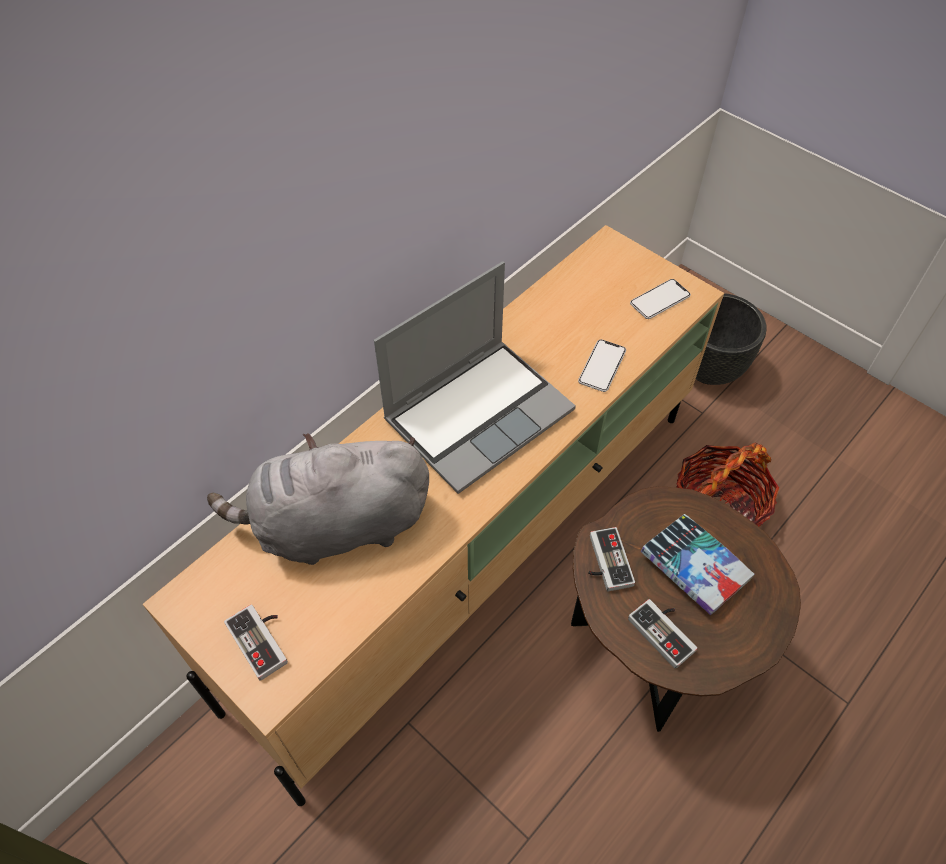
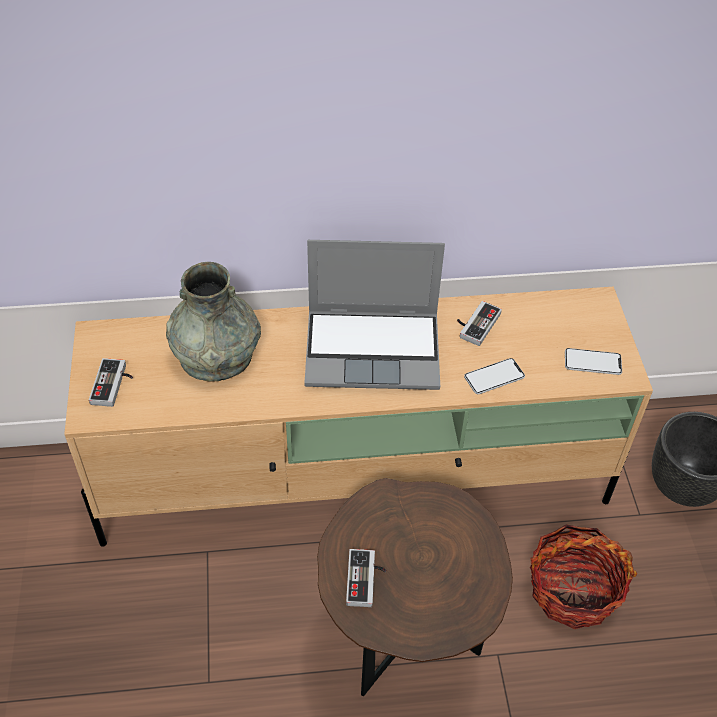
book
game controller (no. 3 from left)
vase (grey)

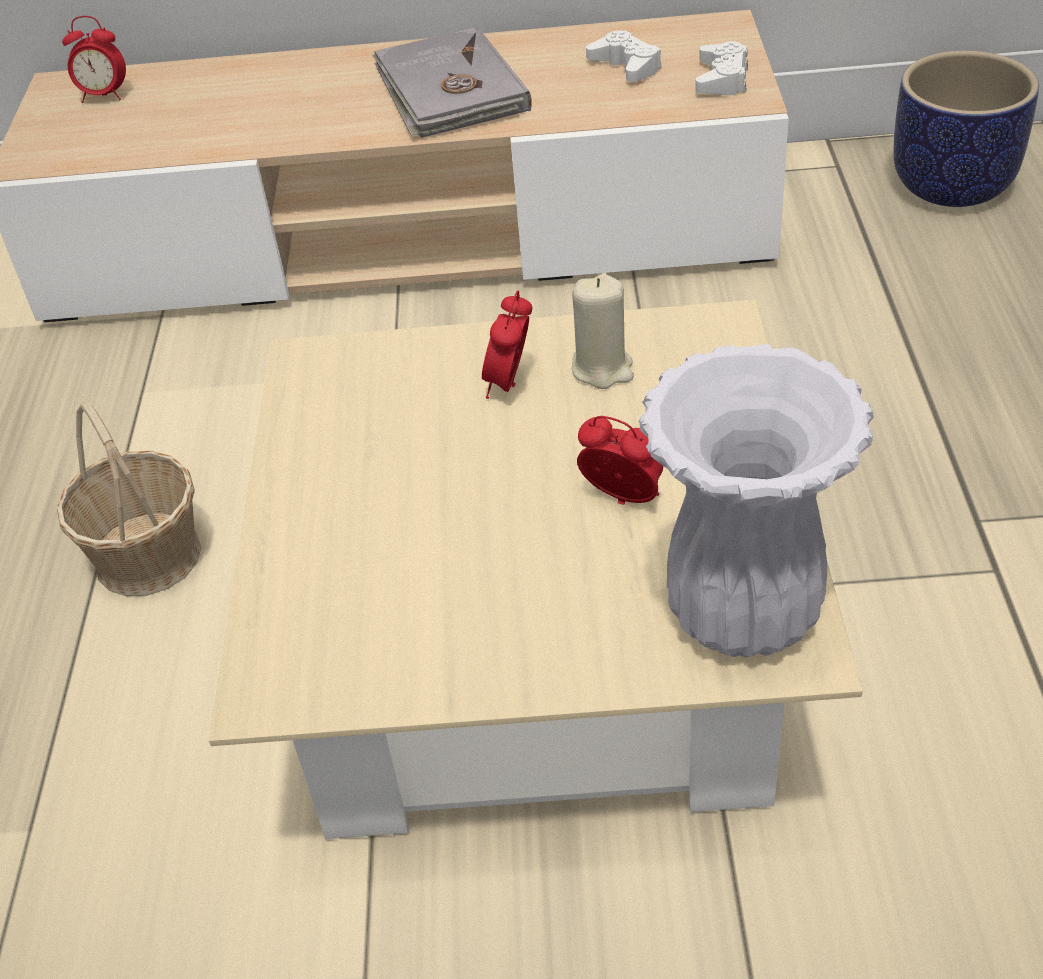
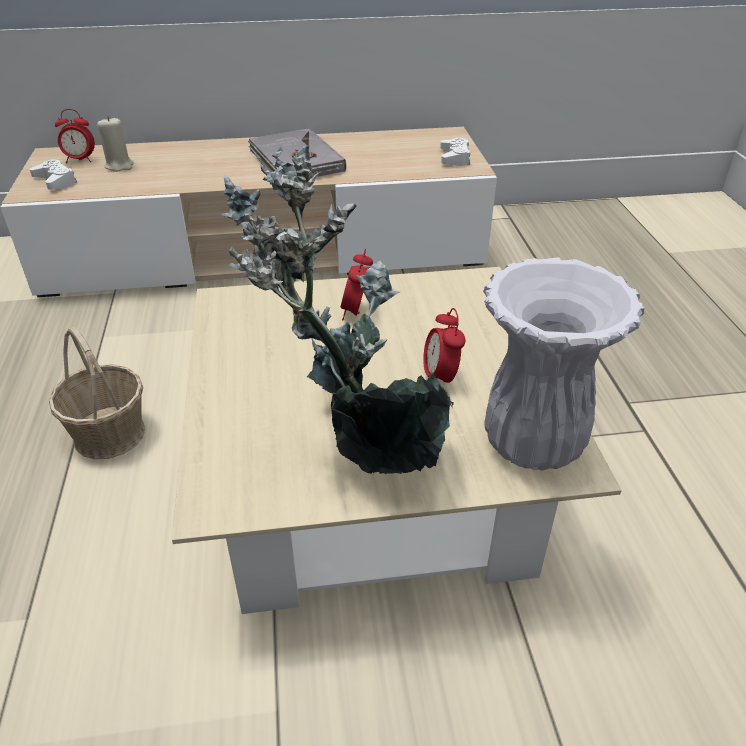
planter
potted plant
candle (beige)
game controller (white) (no. 1 from left)
alarm clock (no. 3 from left)

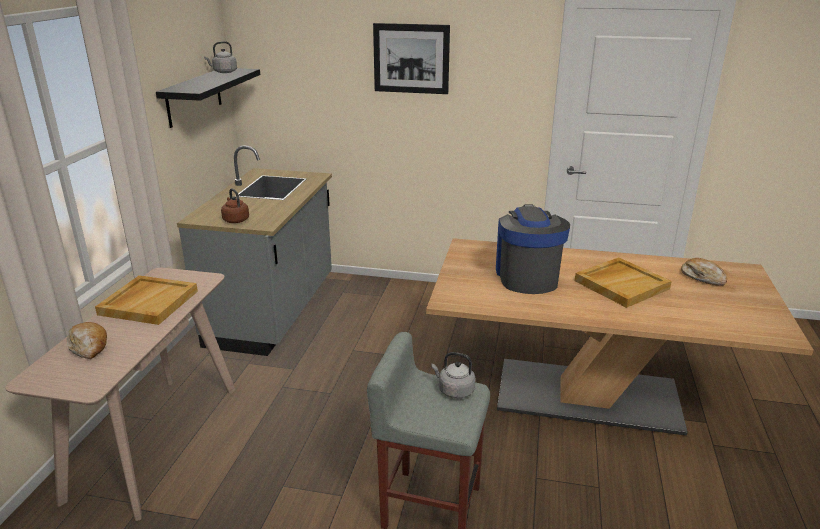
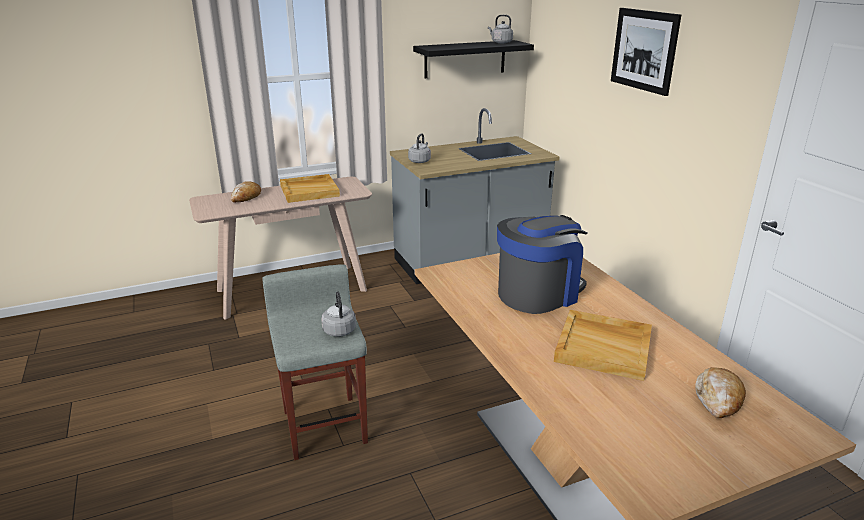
kettle (grey) (no. 2 from left)

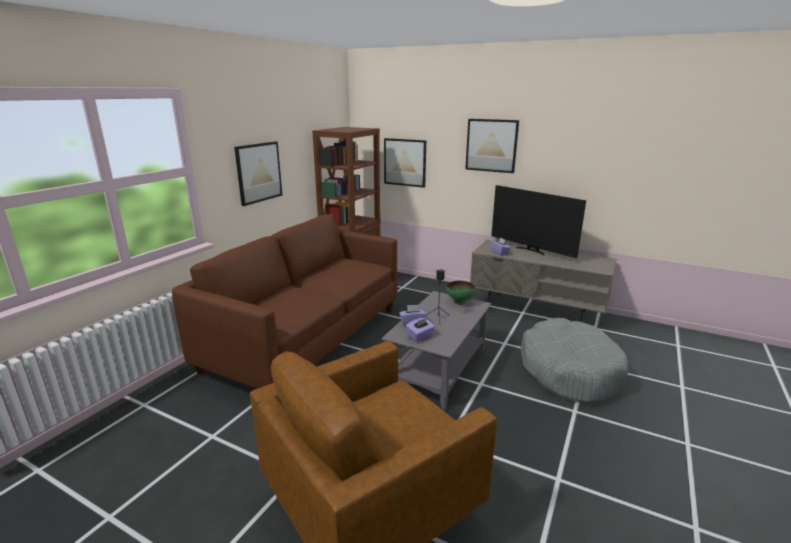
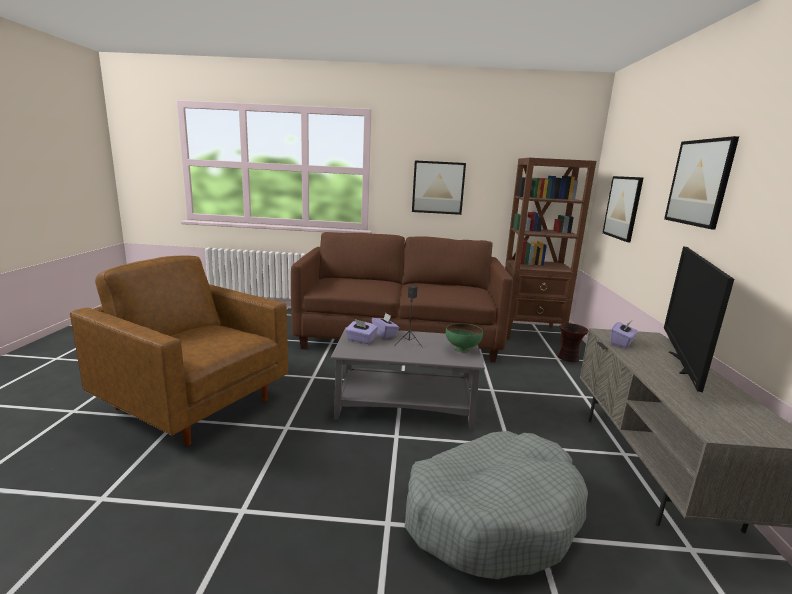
vase

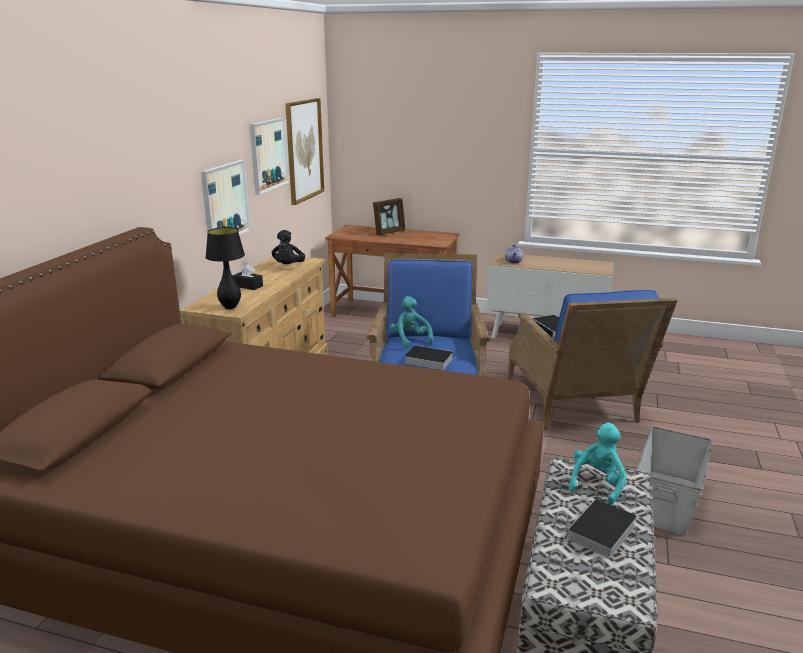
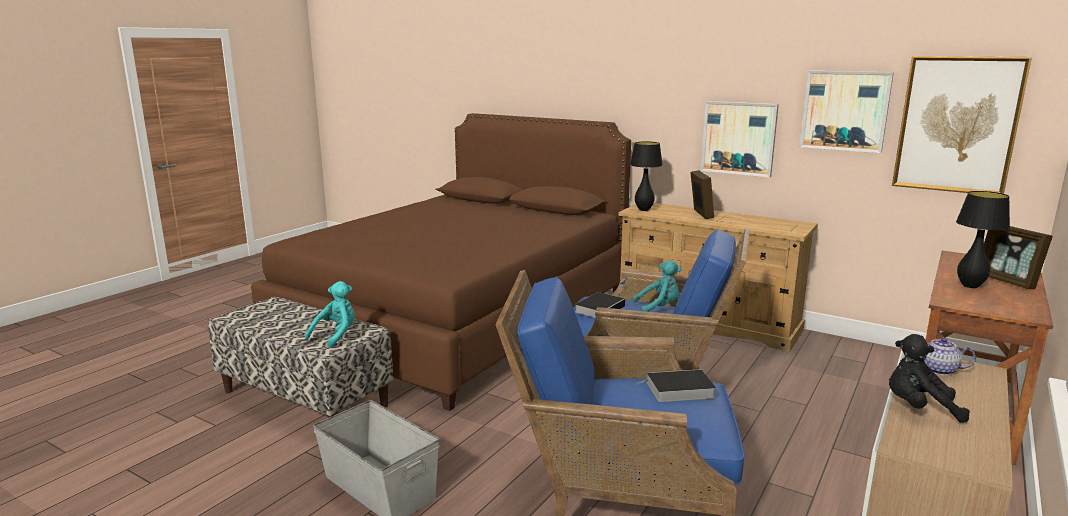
book (no. 3 from left in the first image)
table lamp (black) (no. 2 from left)
plush toy (black)
picture frame (no. 1 from left)
plush toy (turquoise) (no. 1 from left)

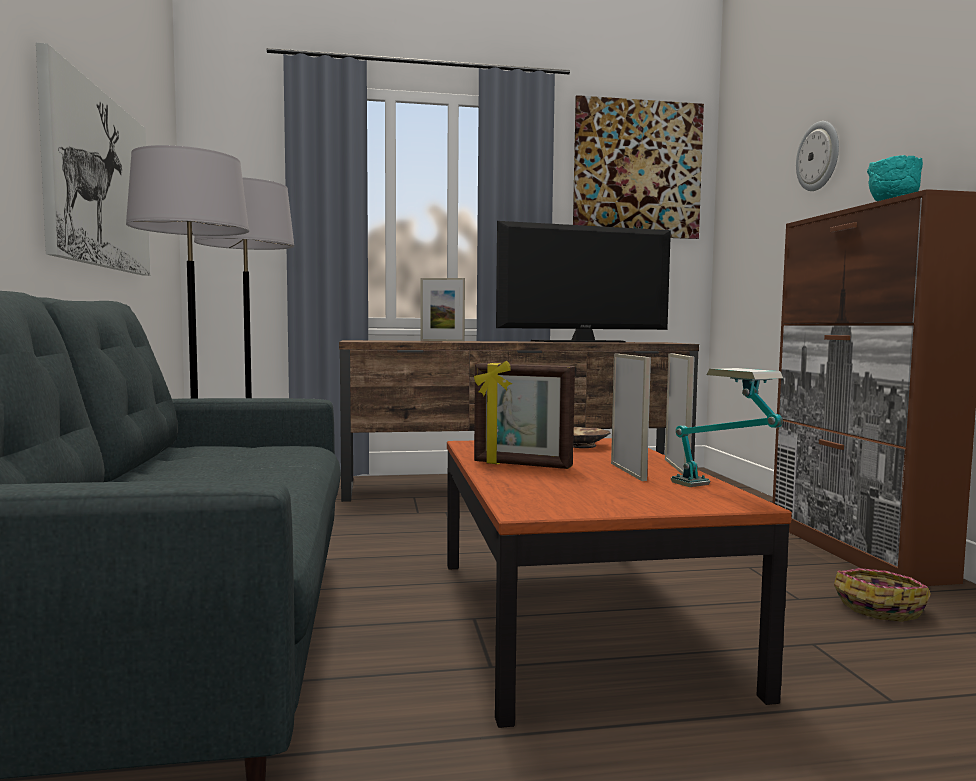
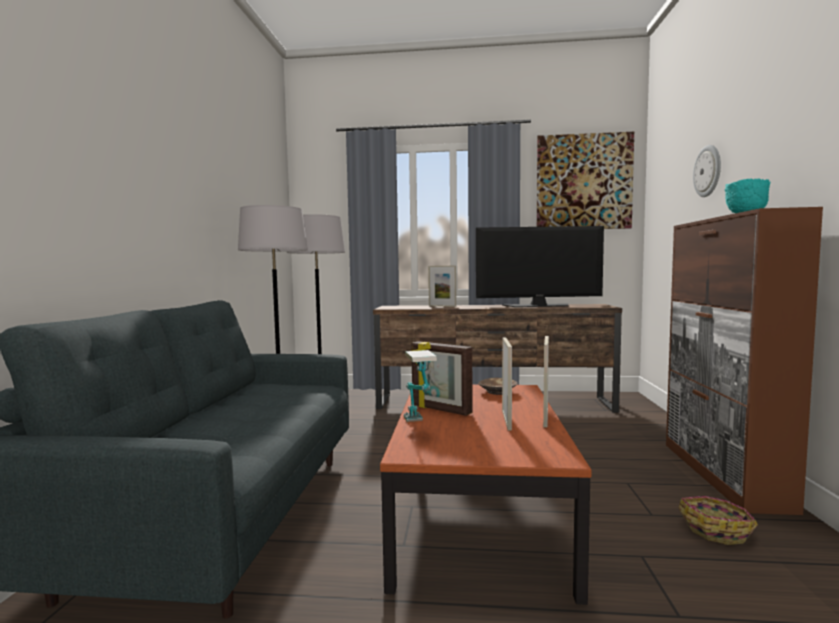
picture (no. 1 from left in the first image)
table lamp

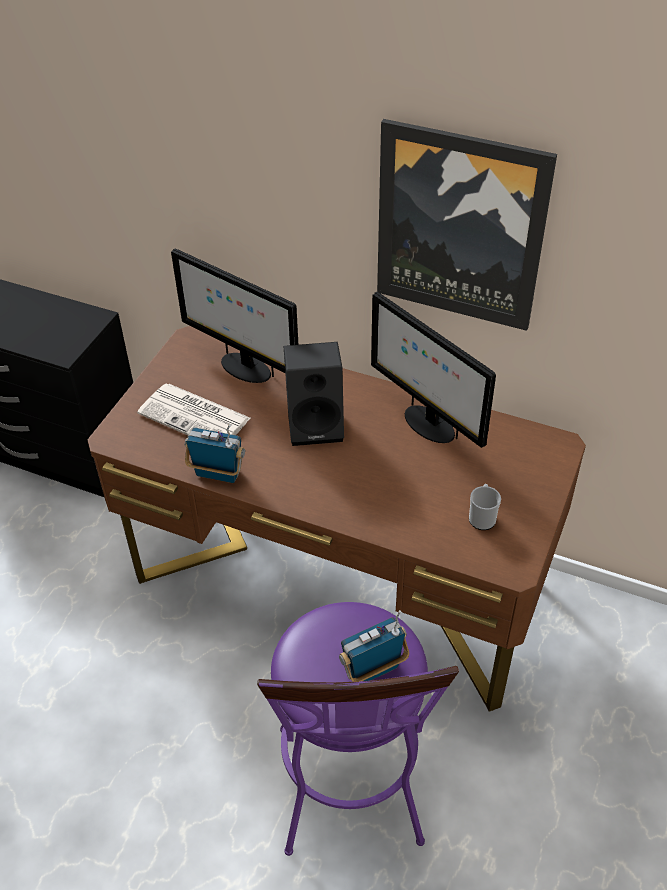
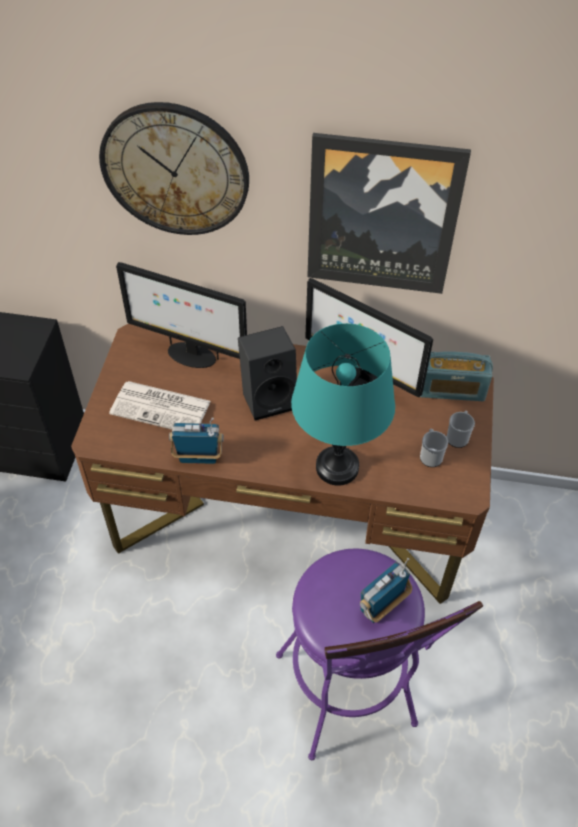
wall clock
table lamp (turquoise)
radio (no. 3 from left)
mug (no. 2 from left)

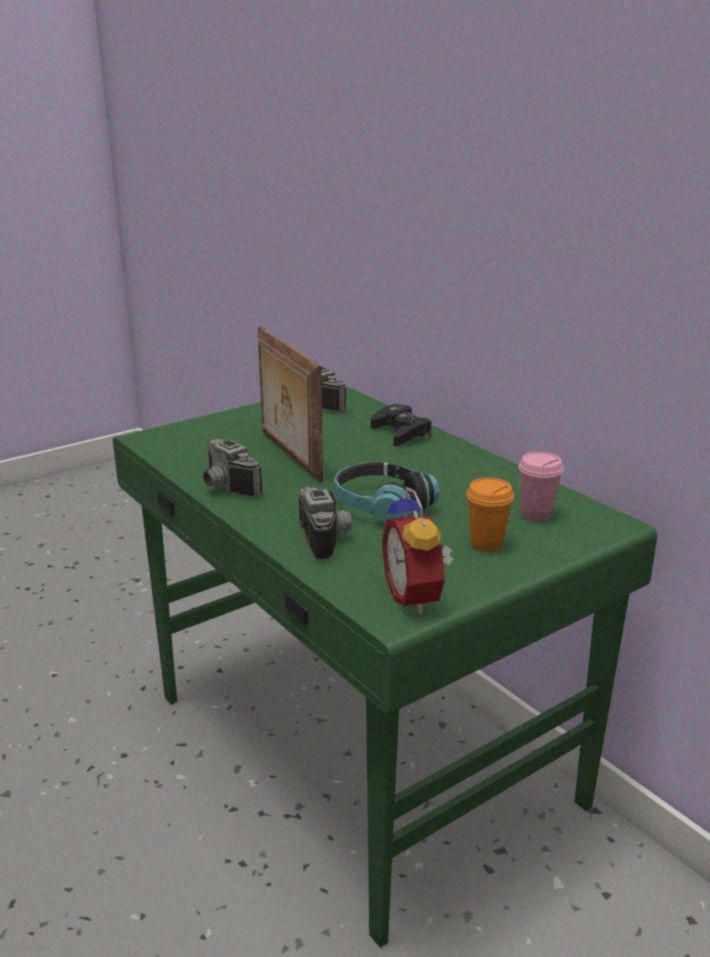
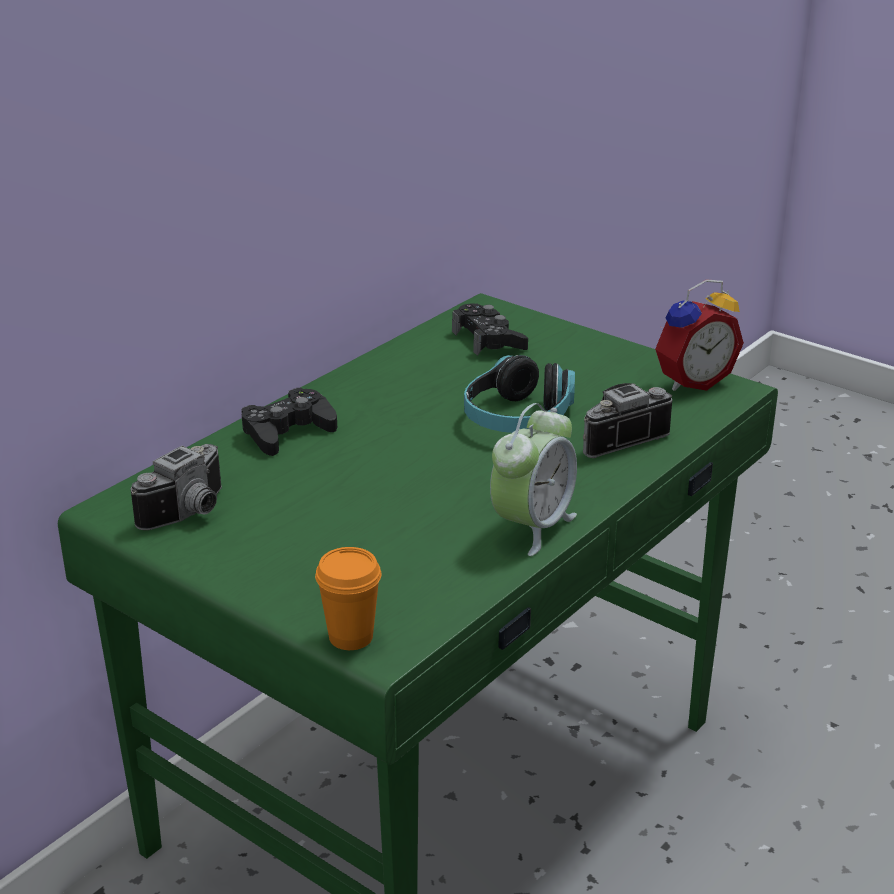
picture frame
cup (orange)
alarm clock (no. 1 from left)
game controller (black) (no. 2 from left)

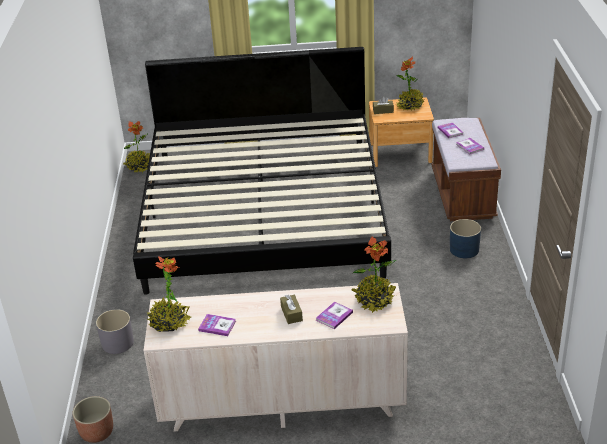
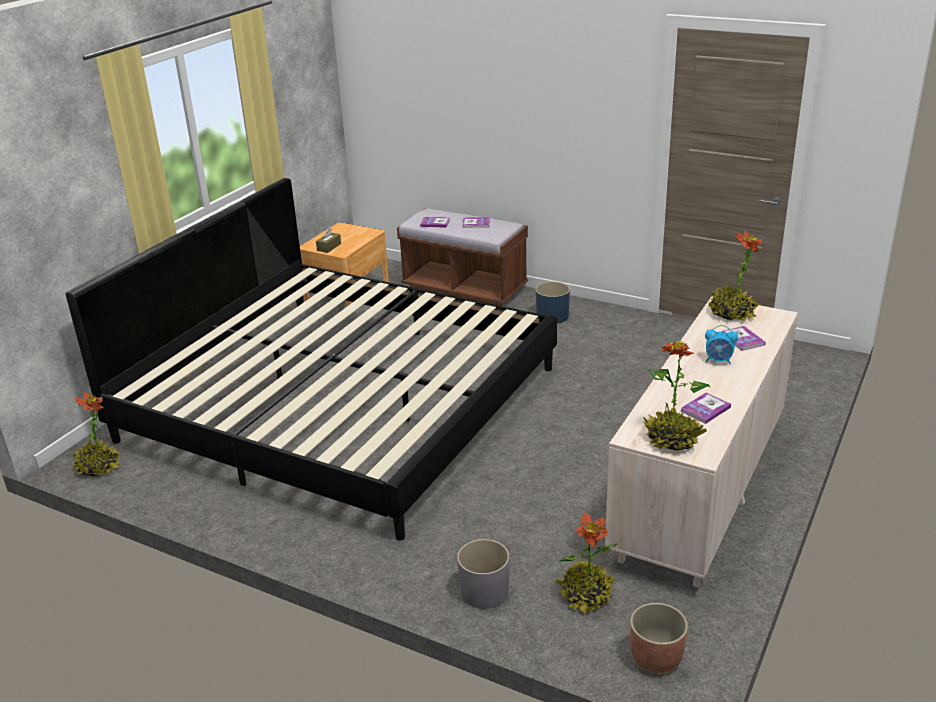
potted plant (no. 2 from left)
alarm clock

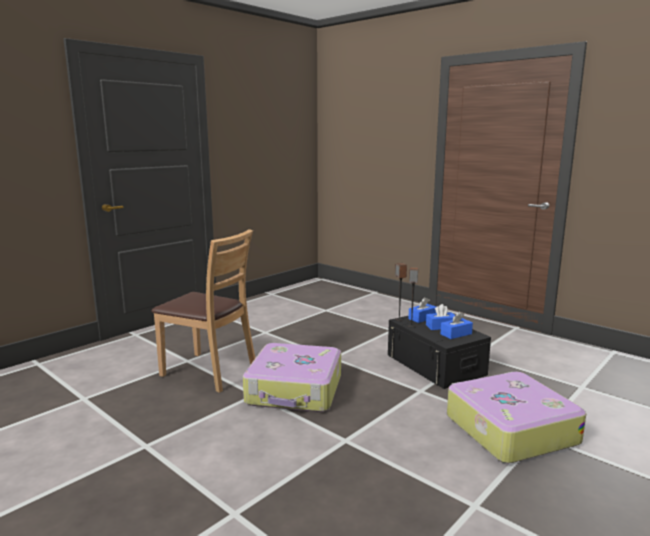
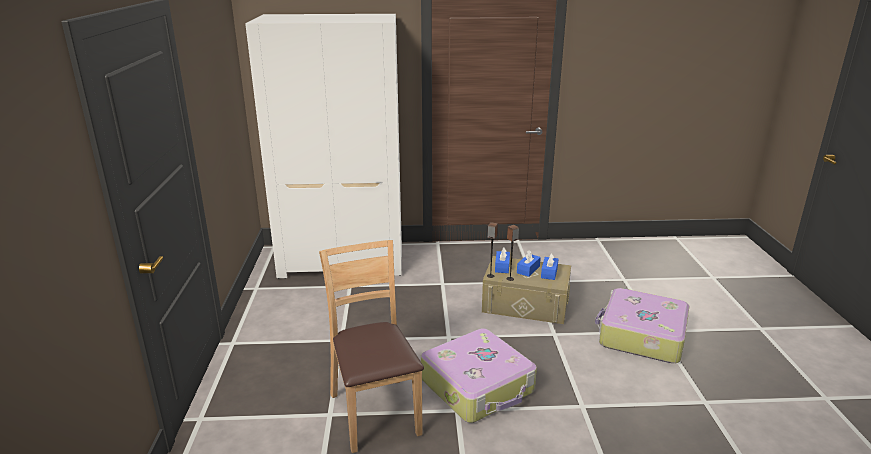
wardrobe (white)
storage box (beige)
chair (brown)

